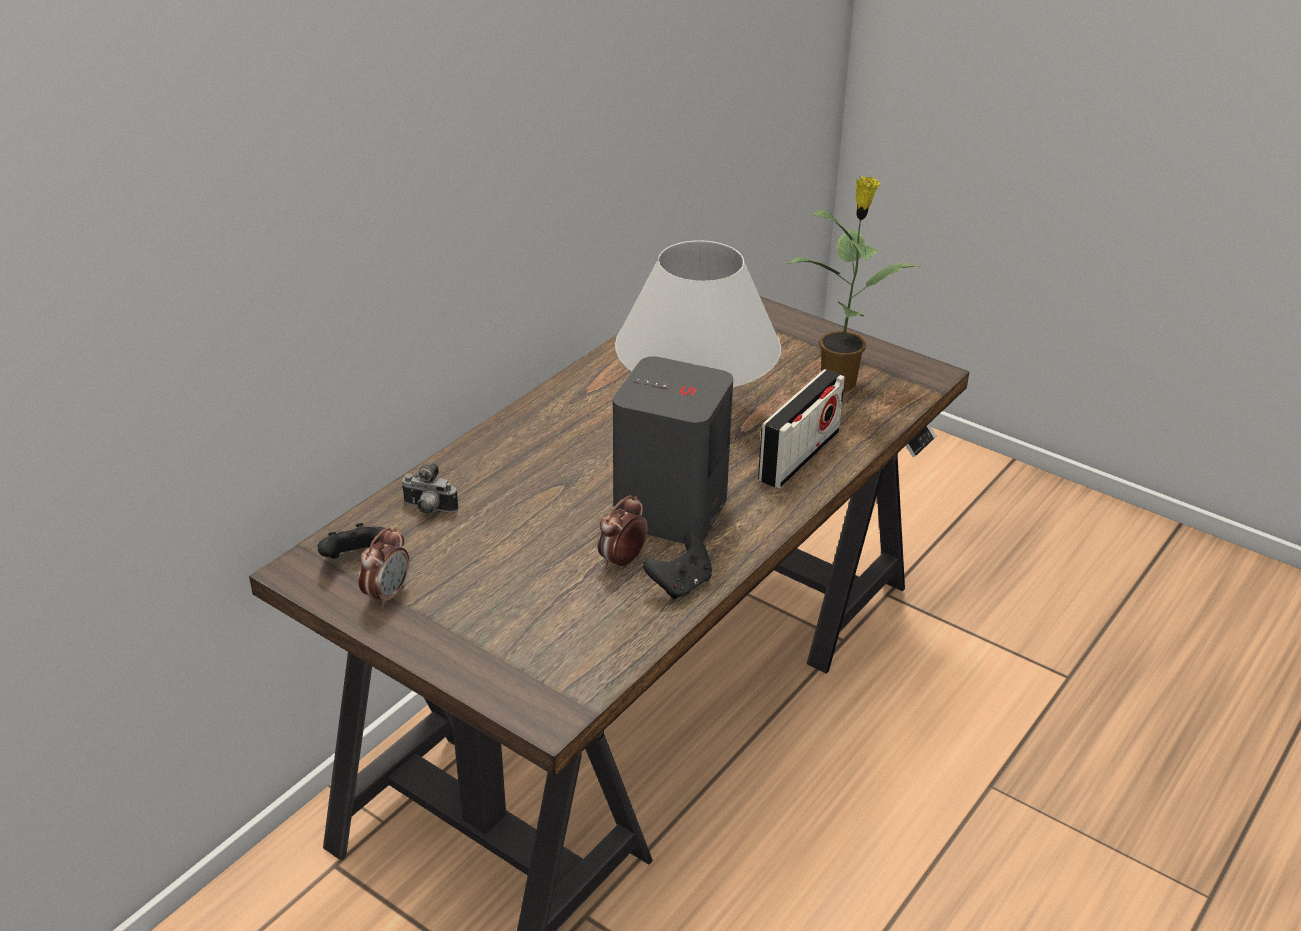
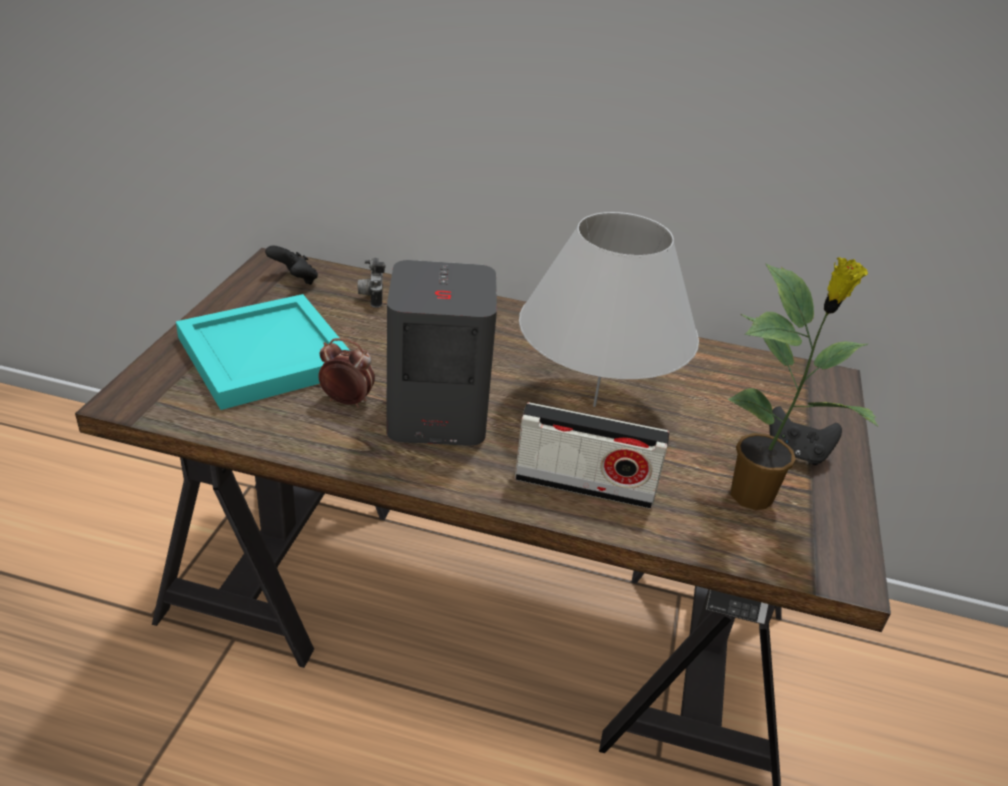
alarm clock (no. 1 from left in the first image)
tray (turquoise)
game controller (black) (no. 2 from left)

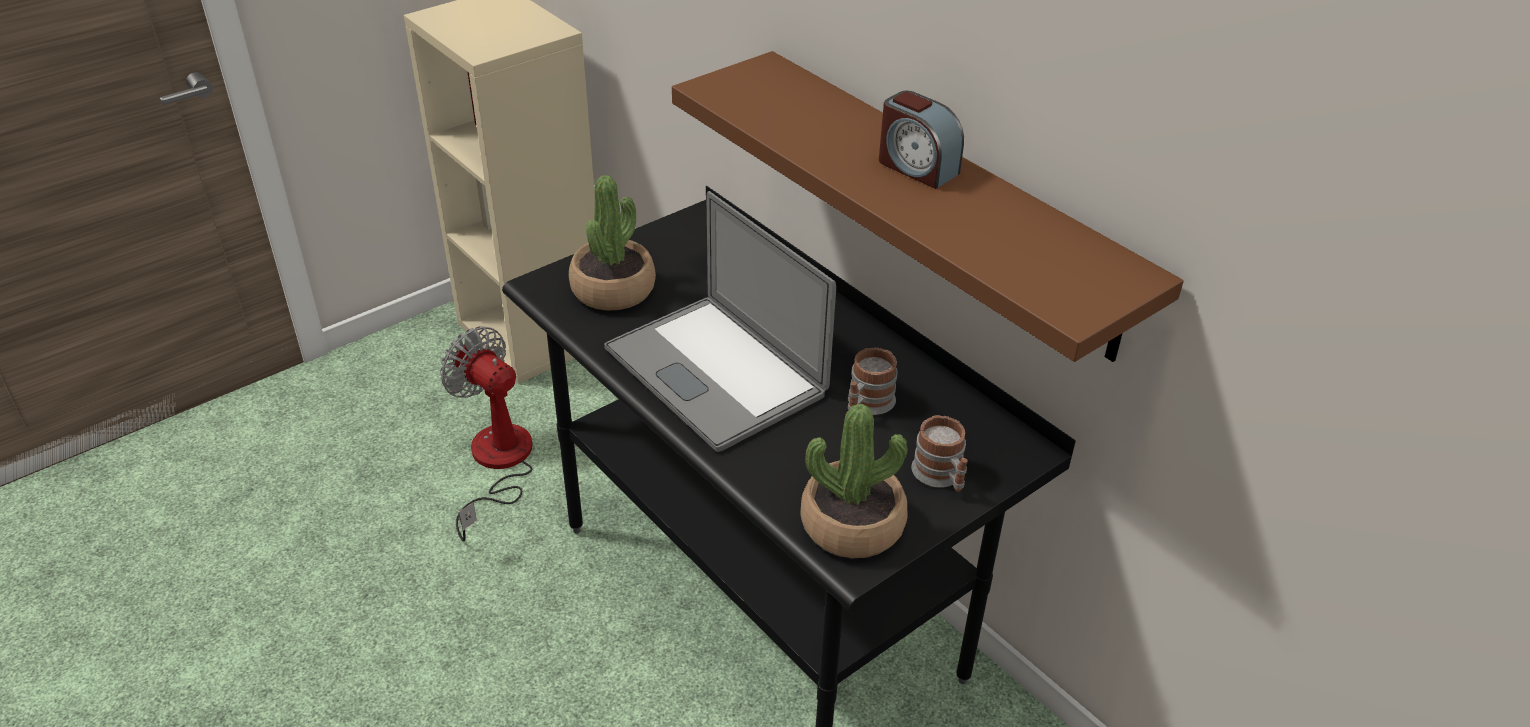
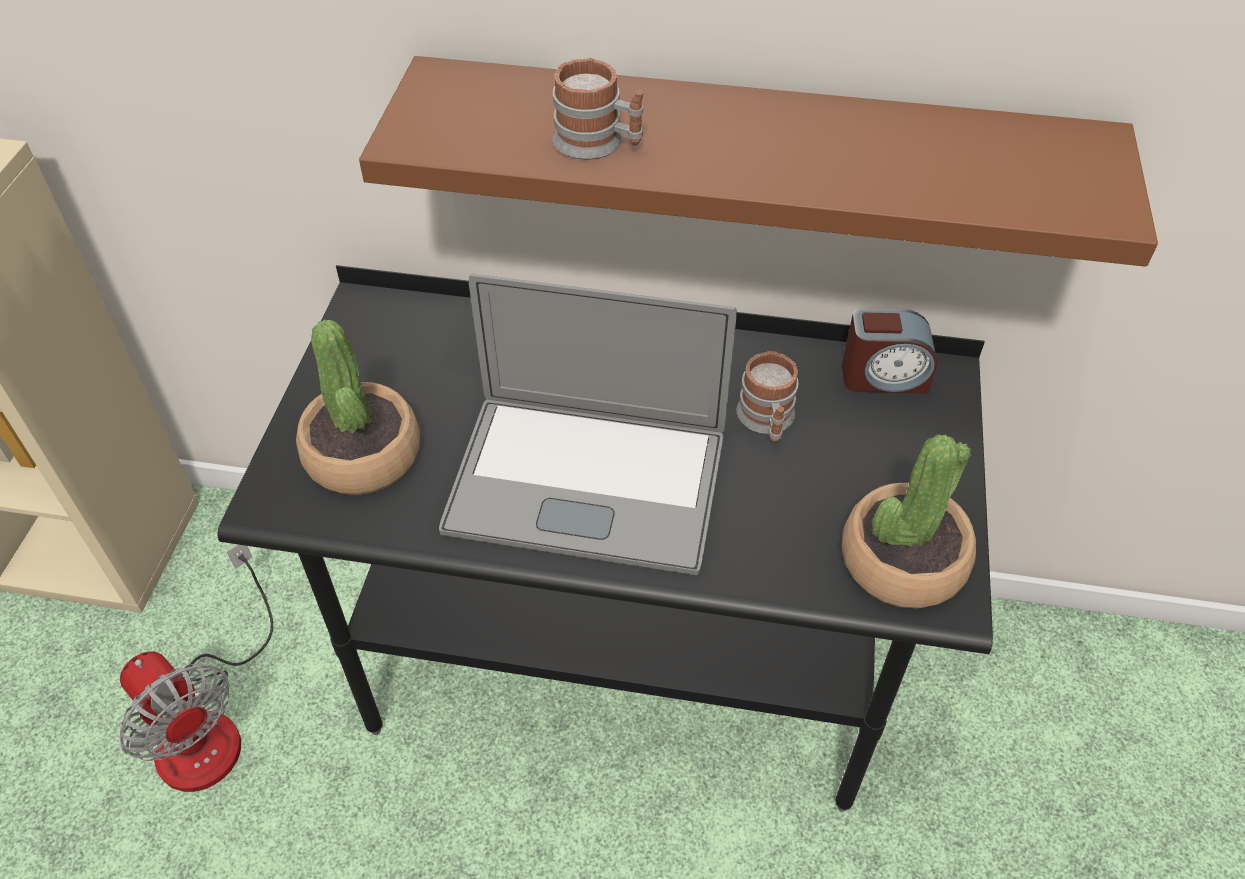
alarm clock
mug (no. 1 from left)
fan

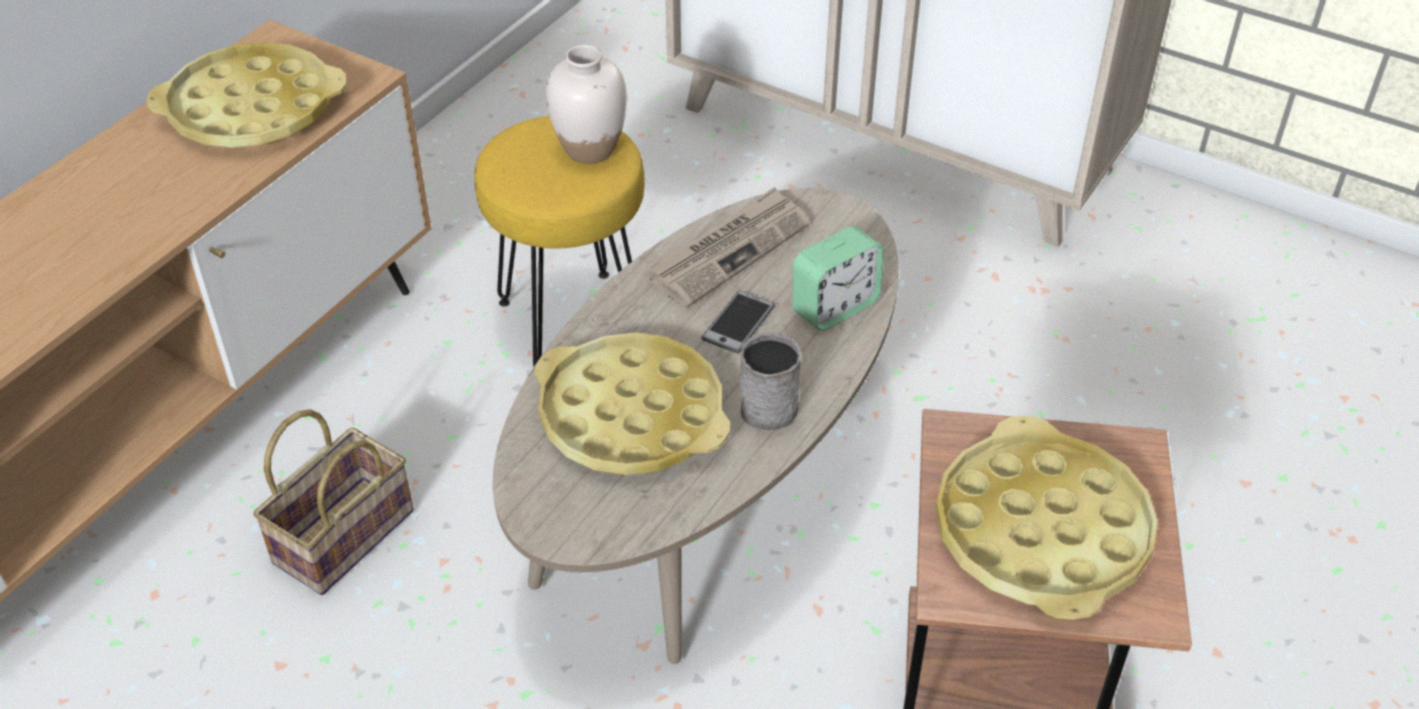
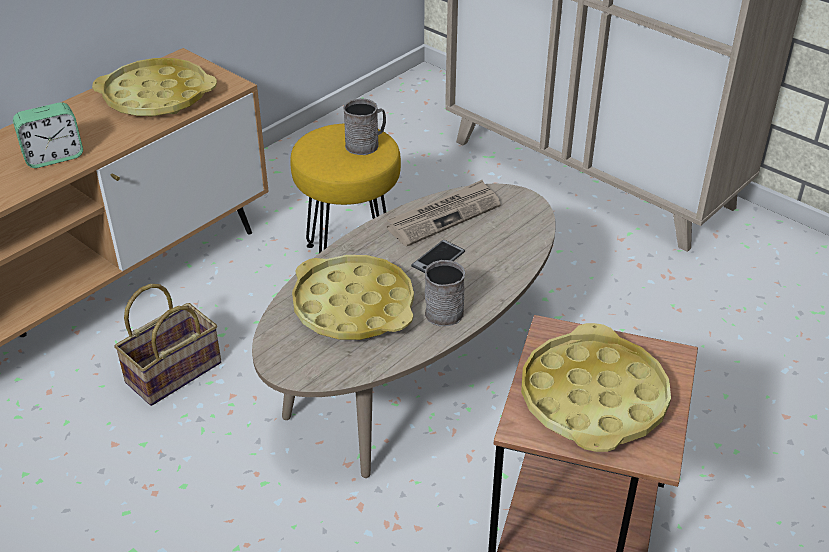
alarm clock
mug (grey) (no. 1 from left)

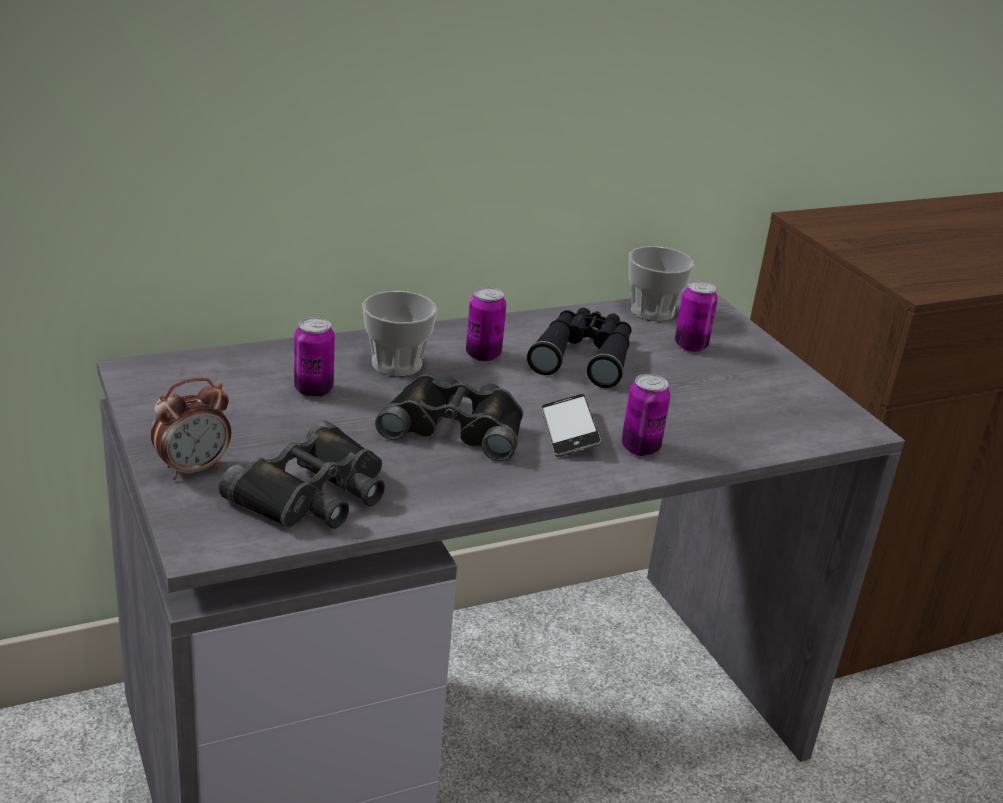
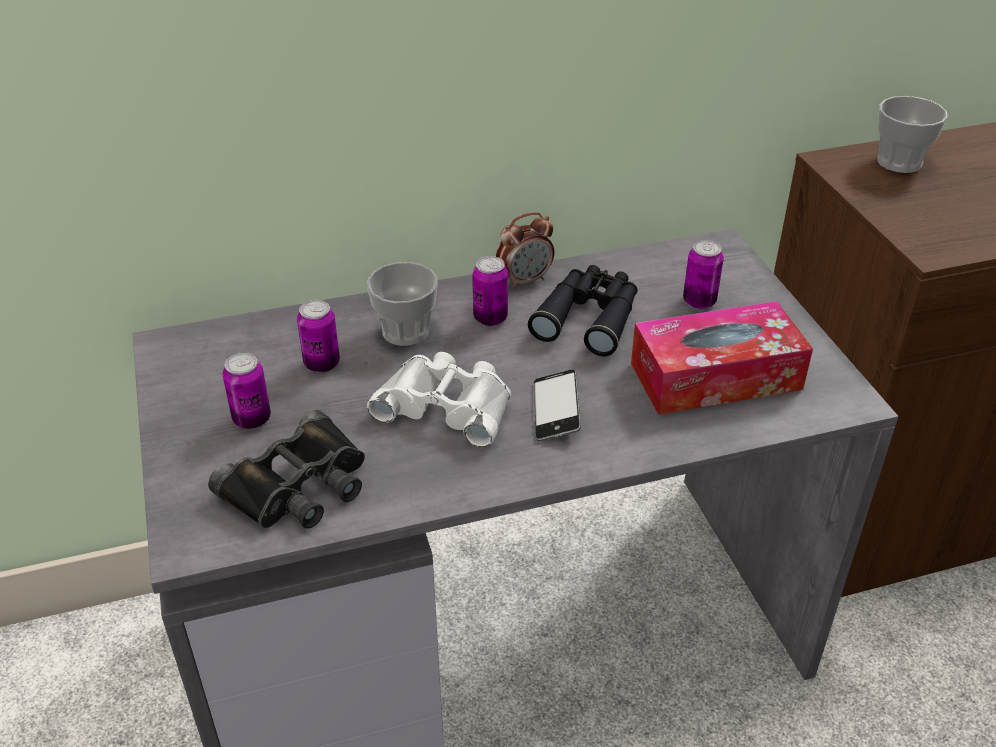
tissue box
alarm clock
can (no. 1 from left)
cup (no. 2 from left)
binoculars (white)

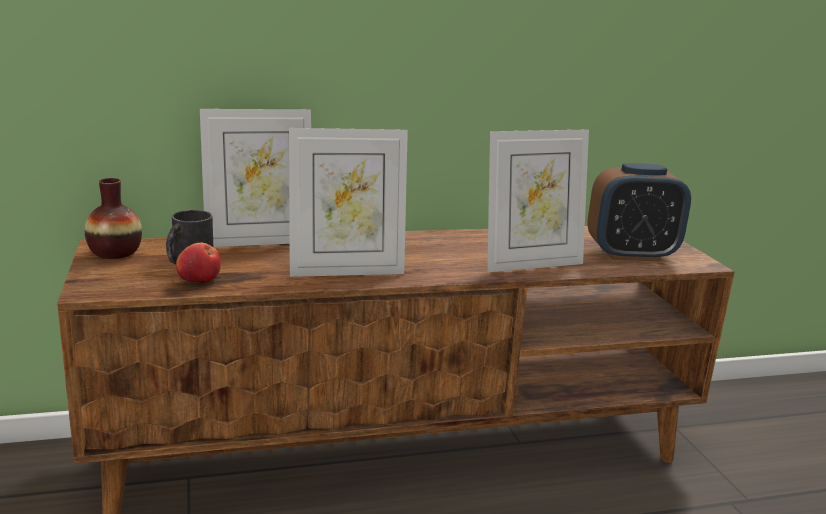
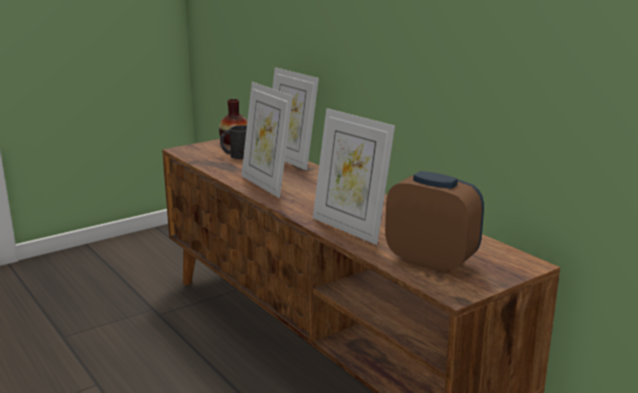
apple
alarm clock

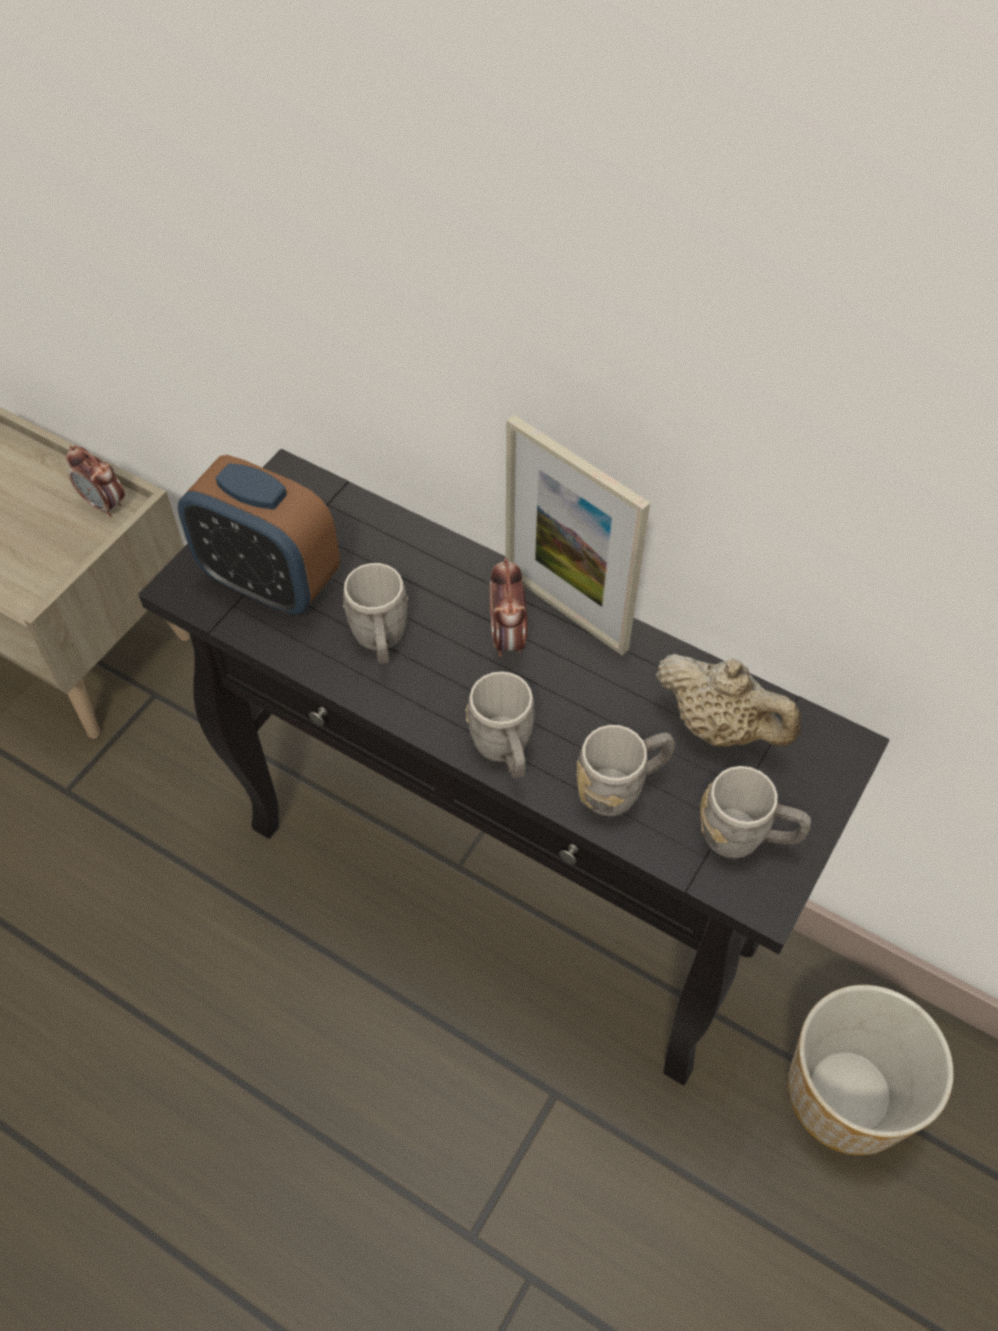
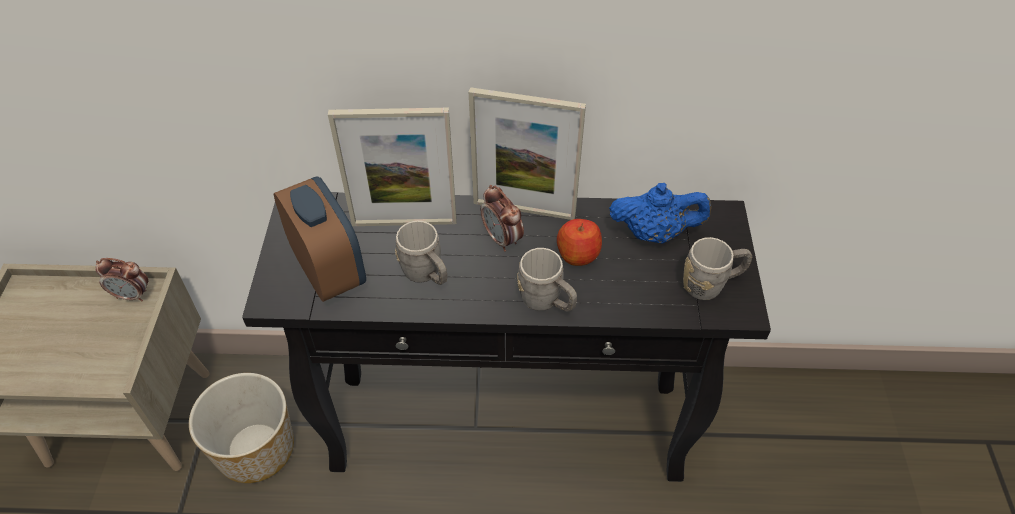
mug (grey) (no. 3 from left in the first image)
picture frame (no. 1 from left)
apple
planter
teapot (blue)
alarm clock (no. 2 from left)

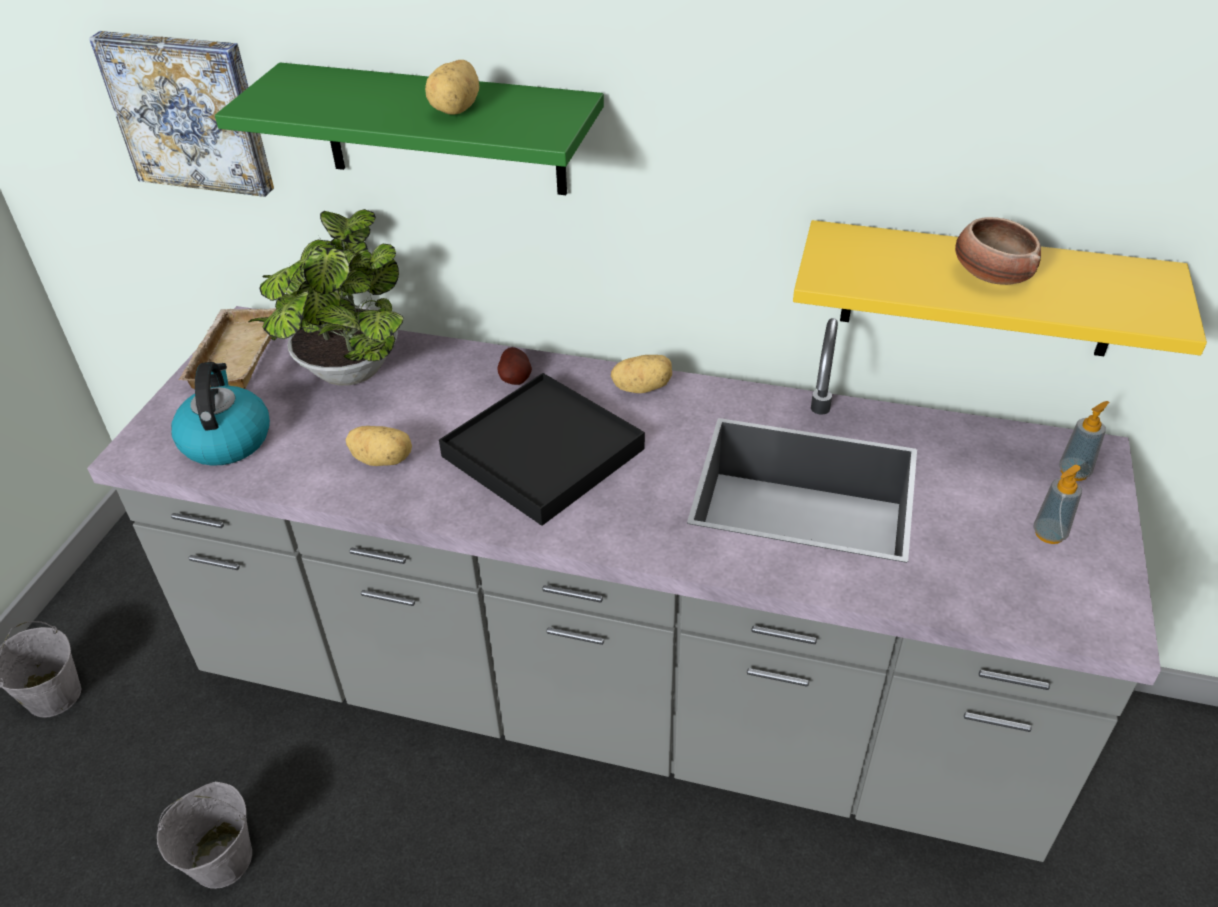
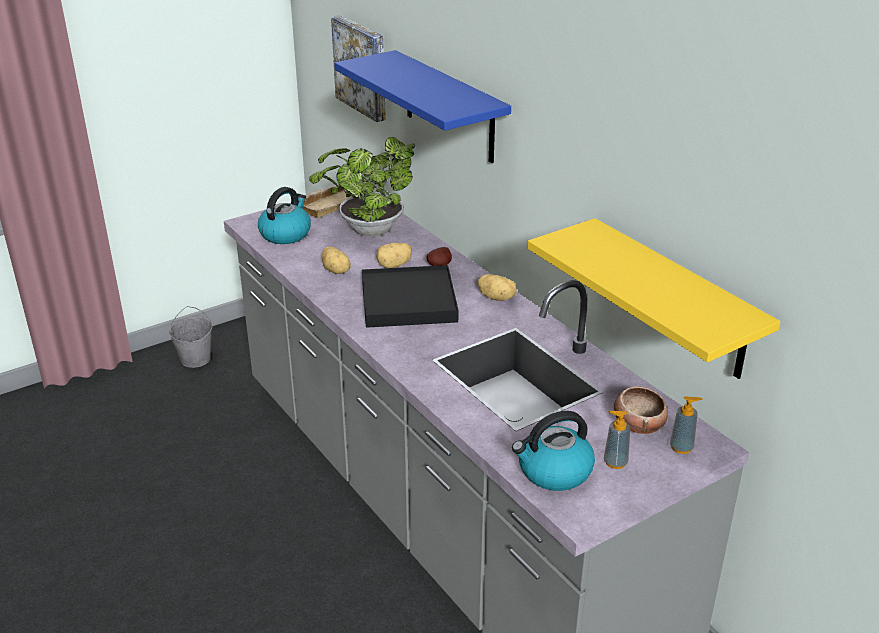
bucket (grey) (no. 2 from left in the first image)
kettle (no. 2 from left)
potato (no. 2 from left)
bowl
shelf (blue)

